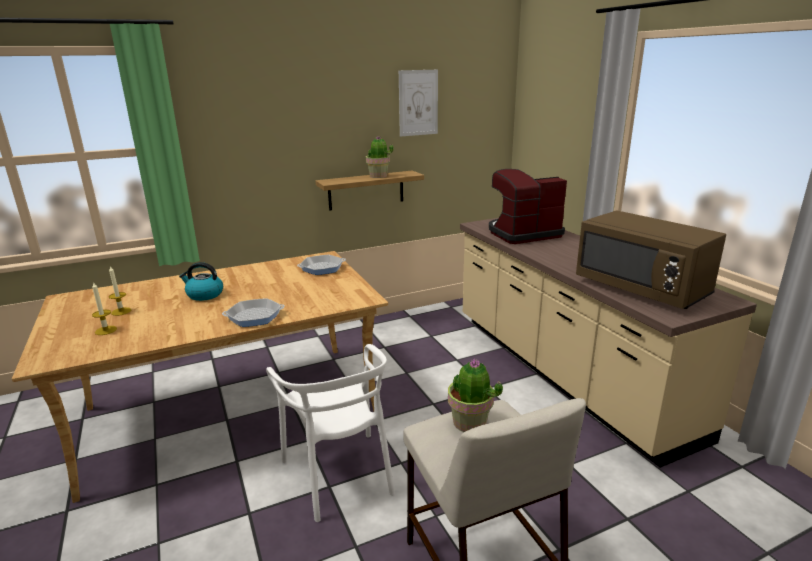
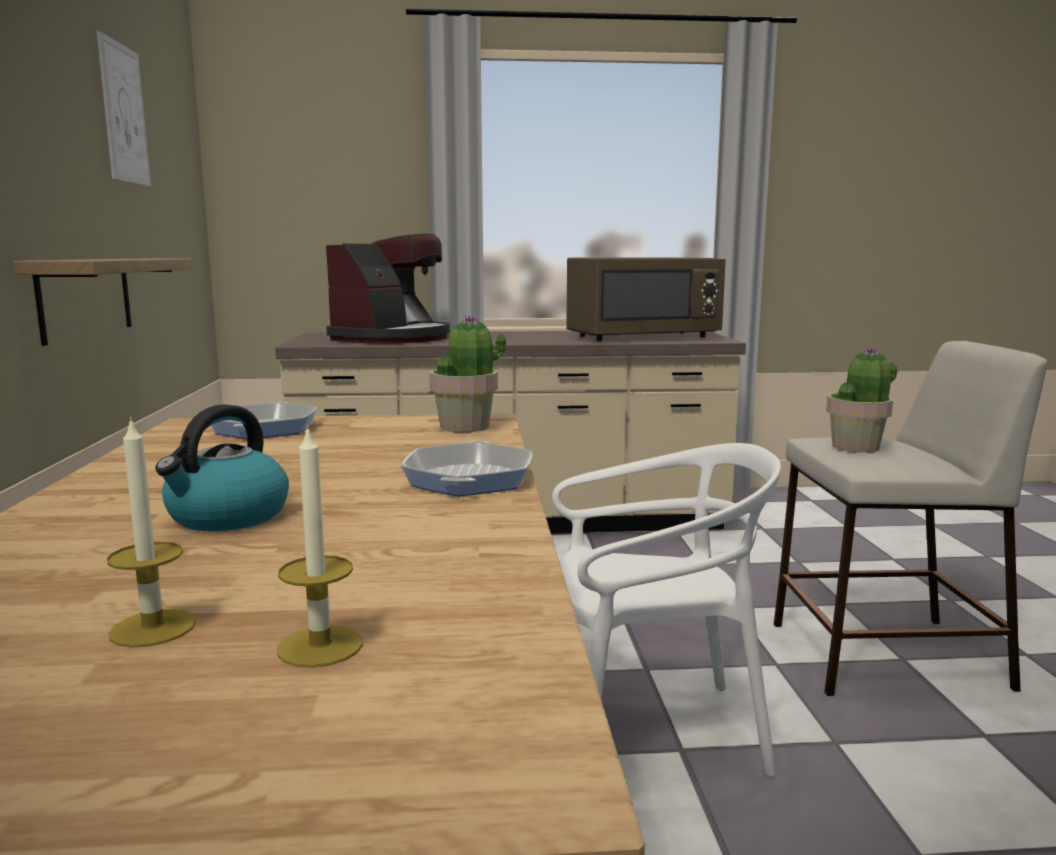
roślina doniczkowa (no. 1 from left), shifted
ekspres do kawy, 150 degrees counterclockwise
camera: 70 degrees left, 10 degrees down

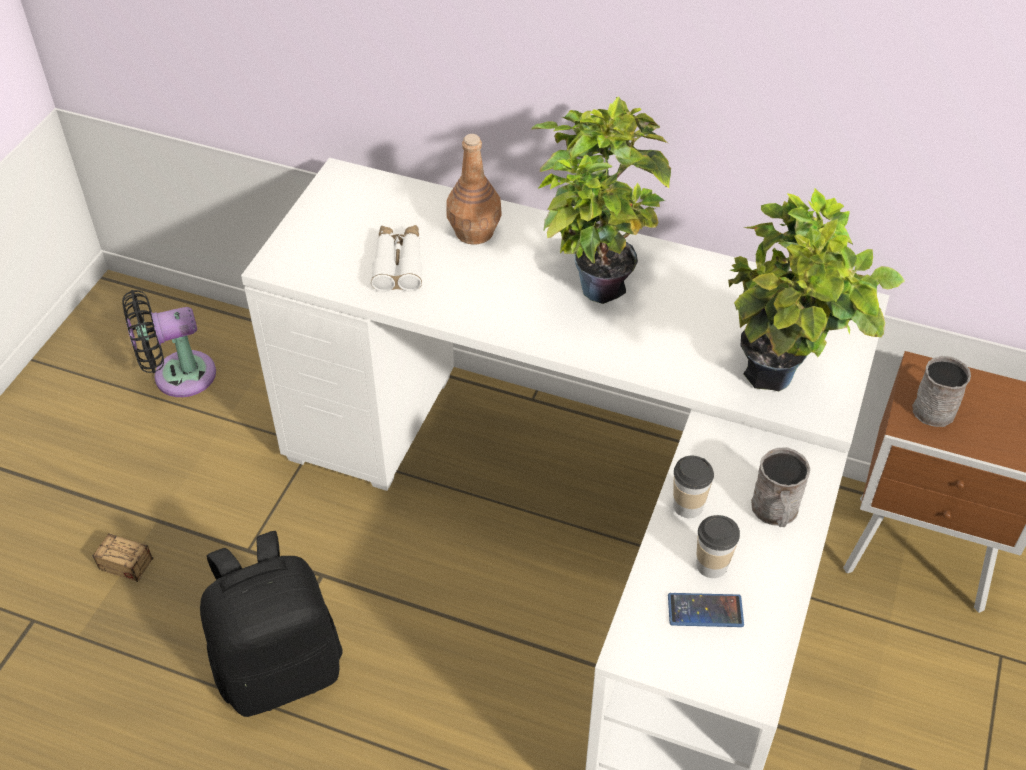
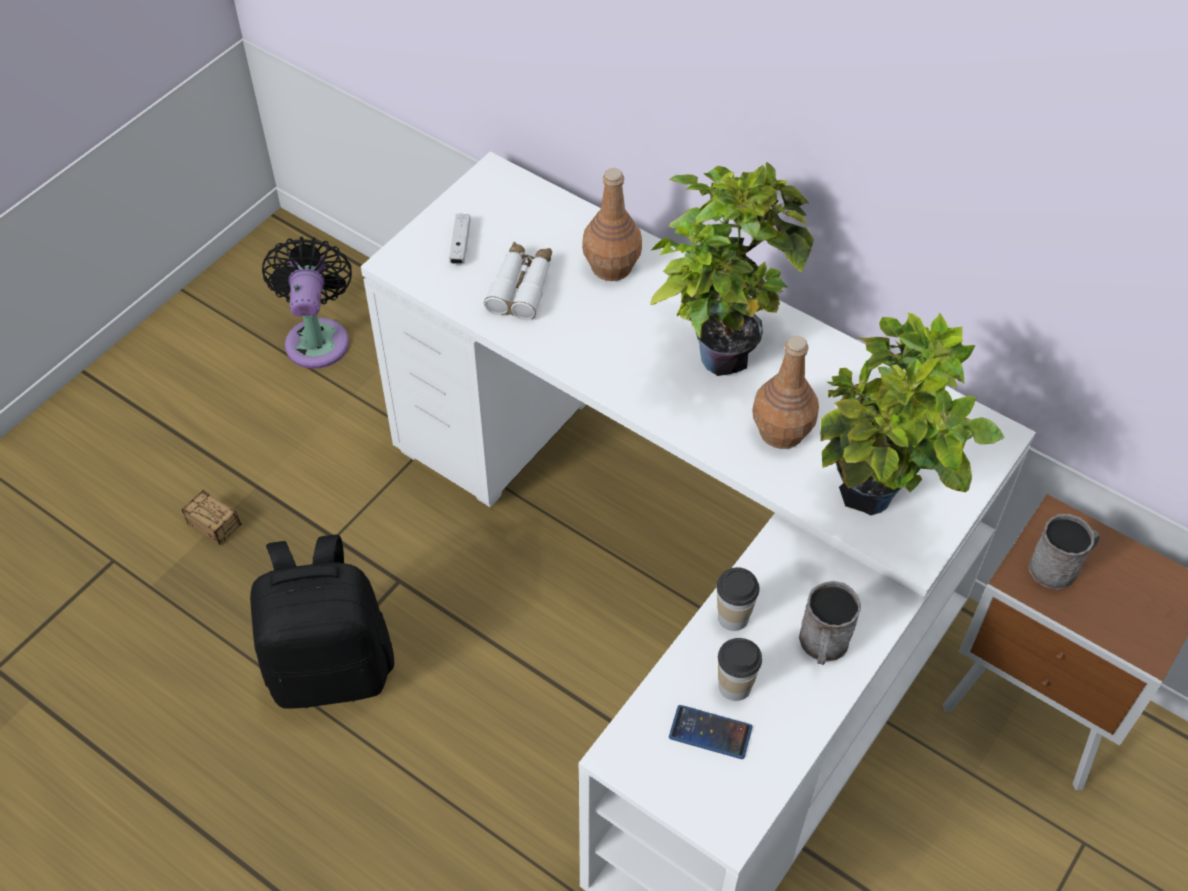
none -> pad do gier/biały
none -> butelka/brązowy (no. 2 from left)
wentylator/czarny, 90 degrees clockwise
camera: 15 degrees right, 5 degrees up

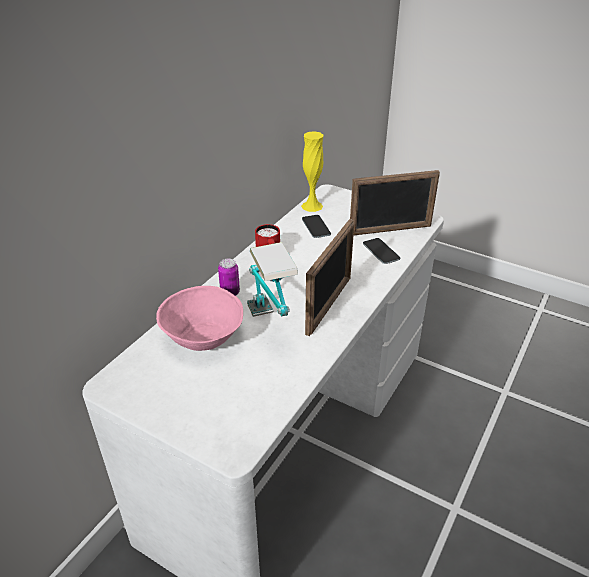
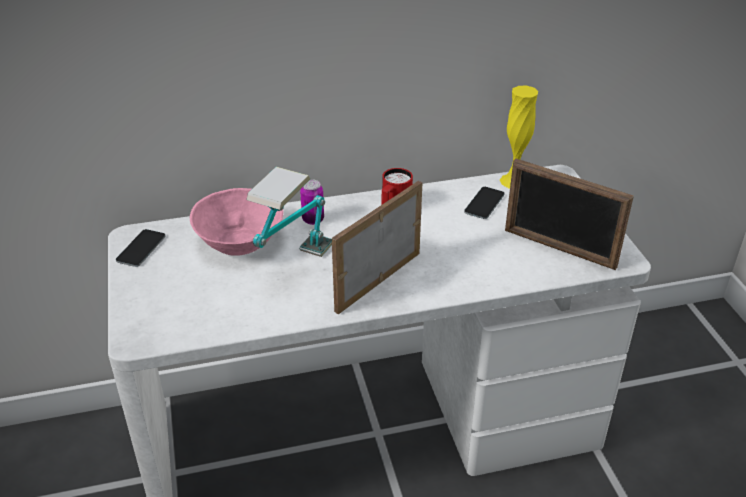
telefon (no. 2 from left in the first image) -> telefon (no. 1 from left), shifted
ramka na zdjęcie (no. 1 from left), 150 degrees clockwise
camera: 45 degrees right, 0 degrees up

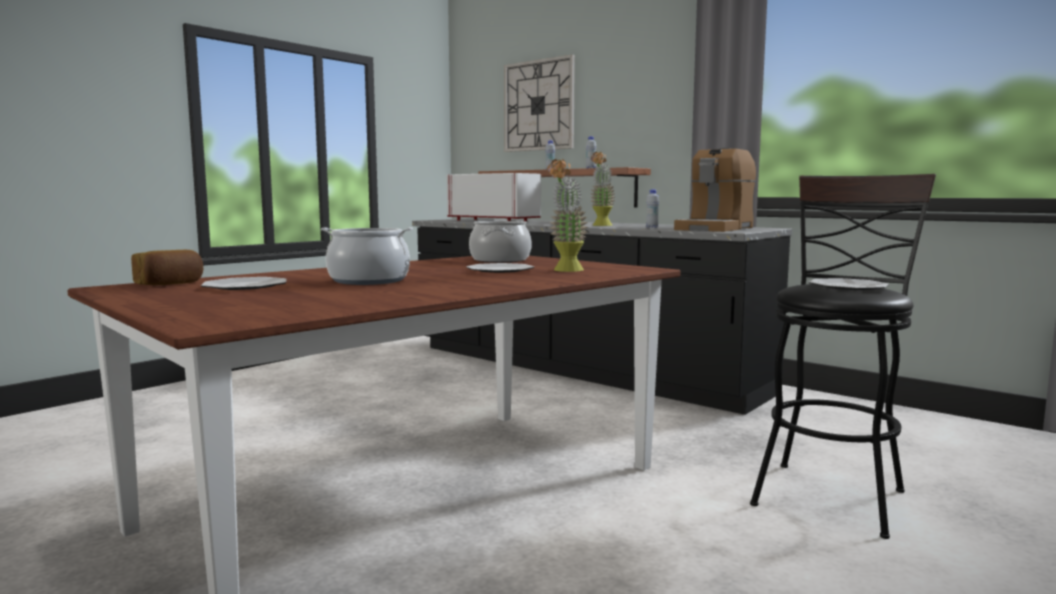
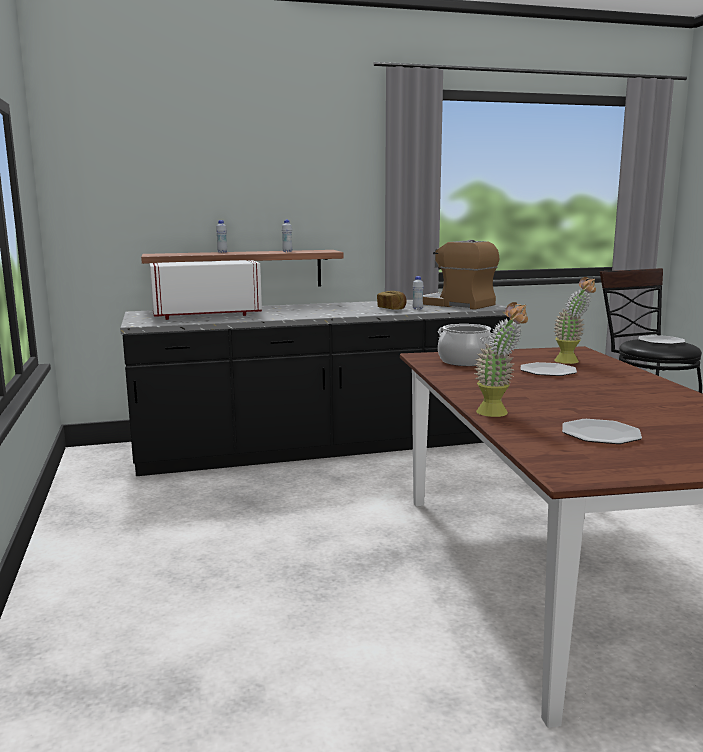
garnek (no. 1 from left) -> none
zegar ścienny -> none
chleb, shifted
roślina doniczkowa (no. 2 from left in the first image) -> roślina doniczkowa (no. 1 from left), shifted
ekspres do kawy, 150 degrees clockwise
camera: 55 degrees left, 5 degrees up

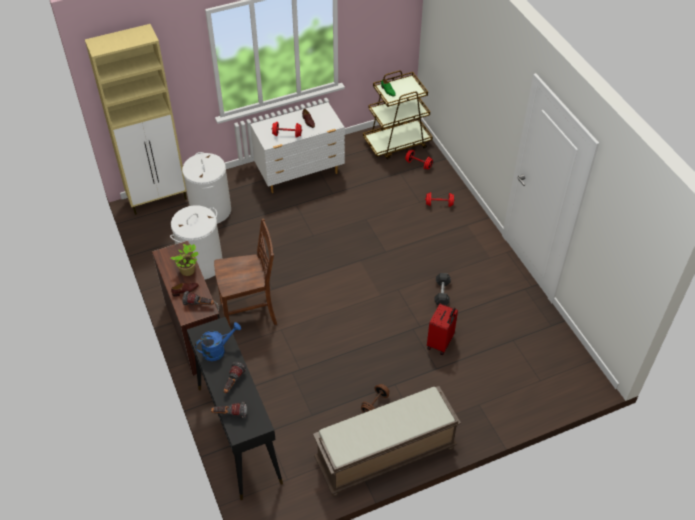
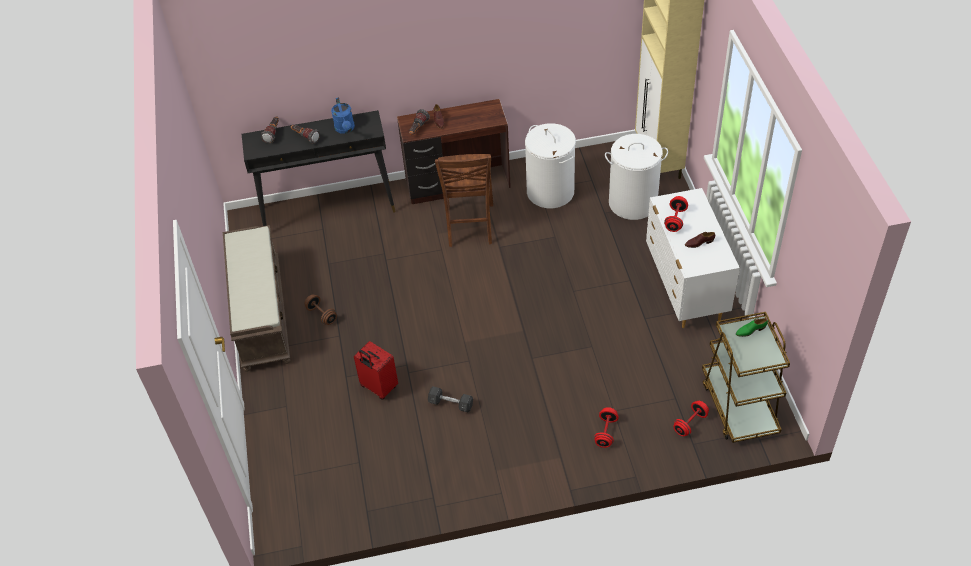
roślina doniczkowa -> none
camera: 105 degrees right, 0 degrees up

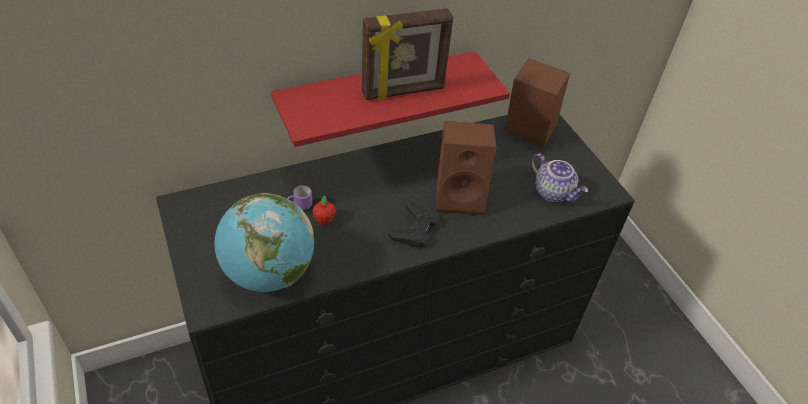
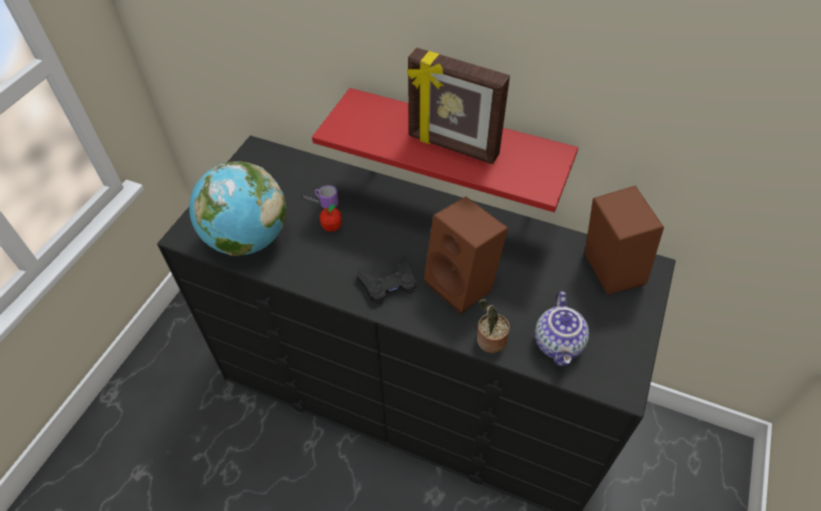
none -> roślina doniczkowa
camera: 50 degrees right, 5 degrees up

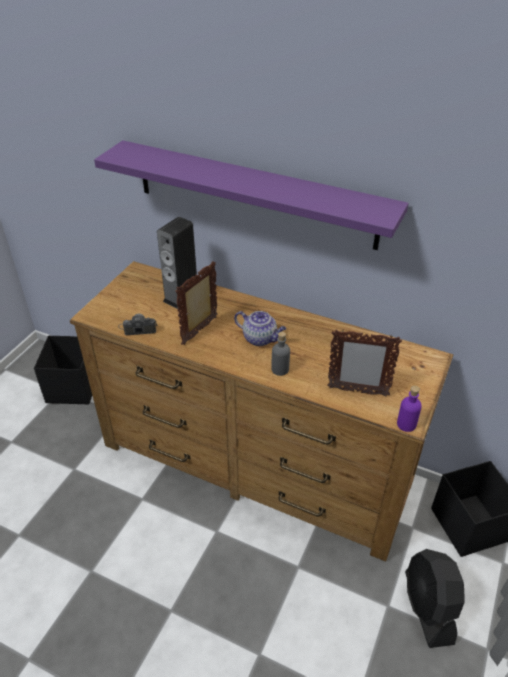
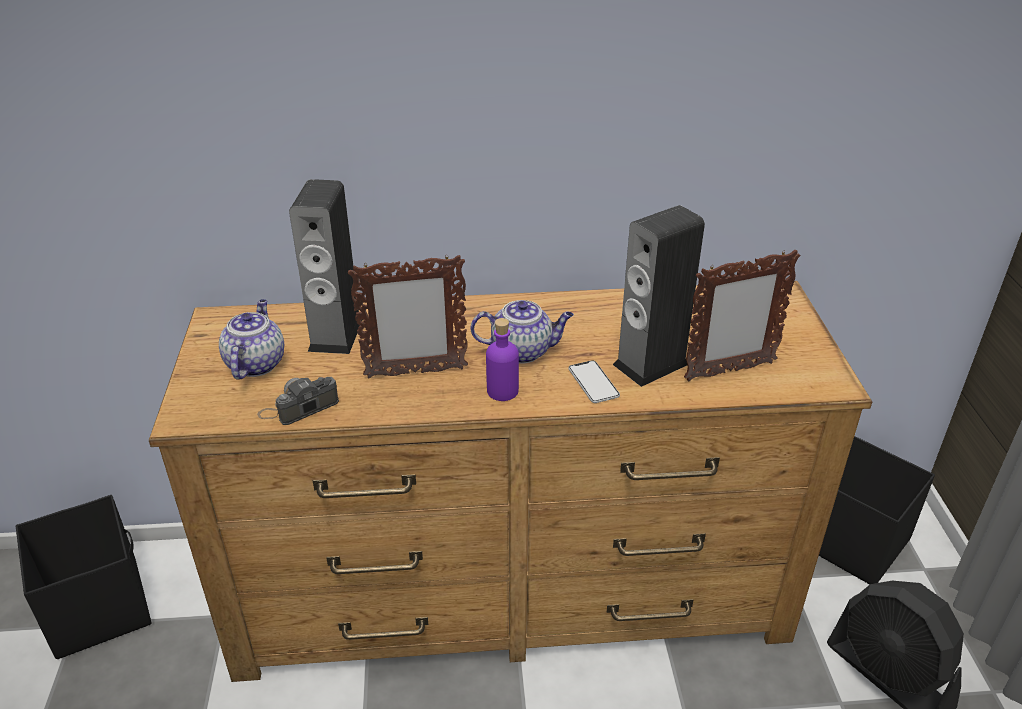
półka/fioletowy -> none
none -> imbryk (no. 1 from left)
none -> głośnik (no. 2 from left)
butelka/fioletowy, shifted
butelka/szary -> telefon
ramka na zdjęcie (no. 1 from left), 105 degrees counterclockwise
camera: 30 degrees left, 5 degrees down

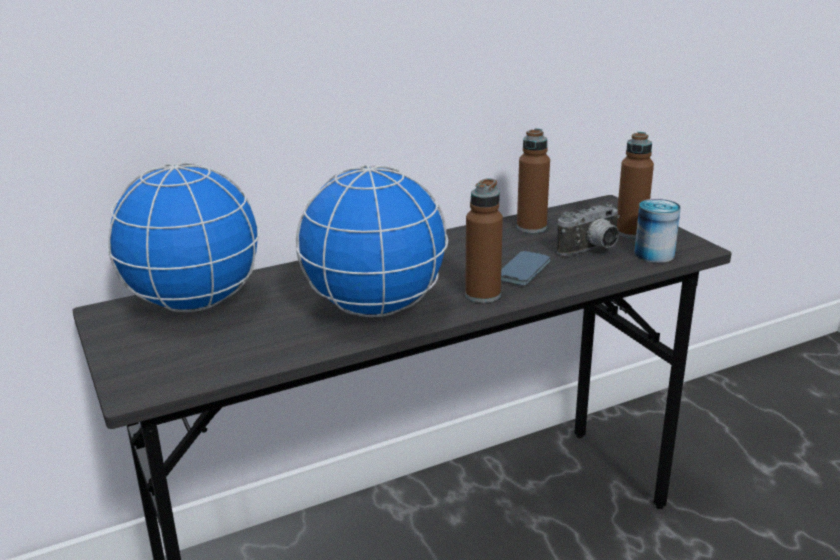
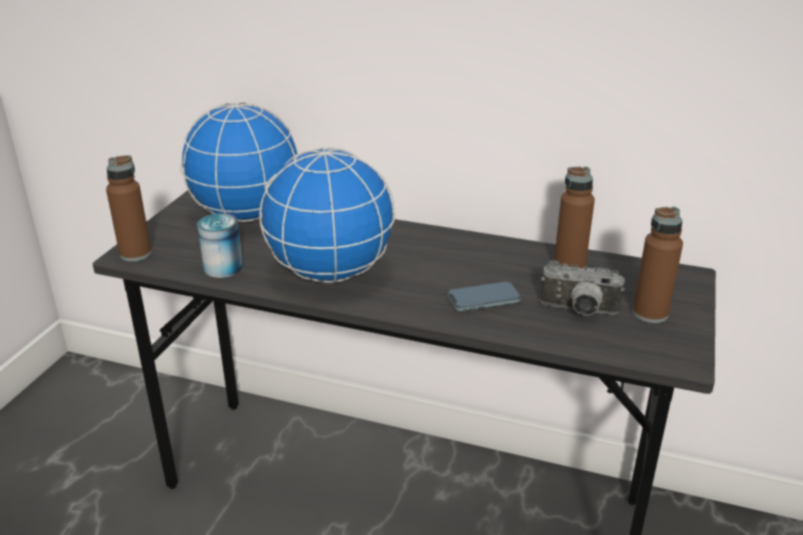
butelka/brązowy (no. 1 from left), shifted
puszka, shifted
camera: 45 degrees right, 5 degrees up

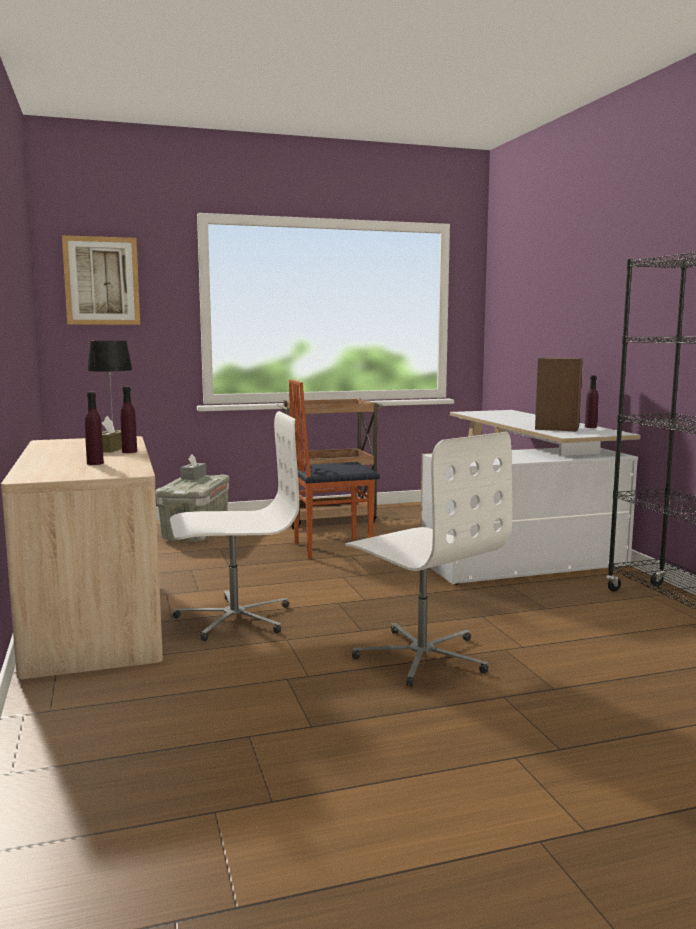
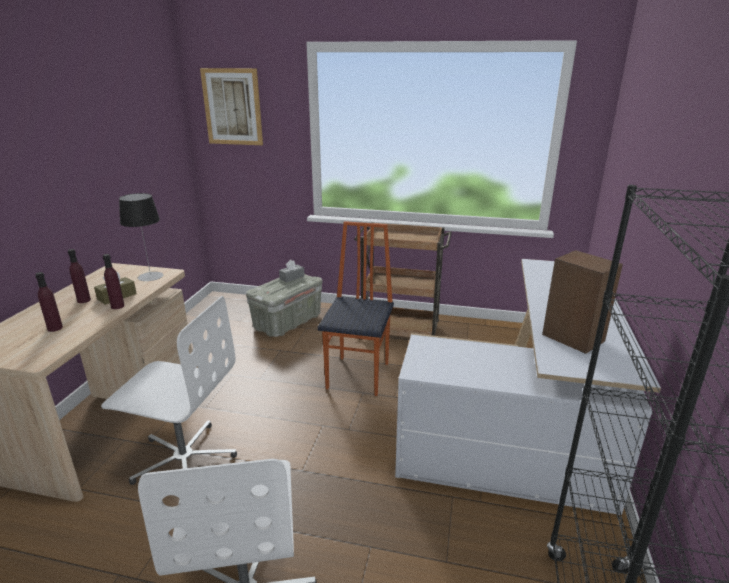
butelka/fioletowy (no. 3 from left in the first image) -> butelka/fioletowy (no. 2 from left), shifted
krzesło, 90 degrees clockwise
camera: 30 degrees right, 15 degrees up

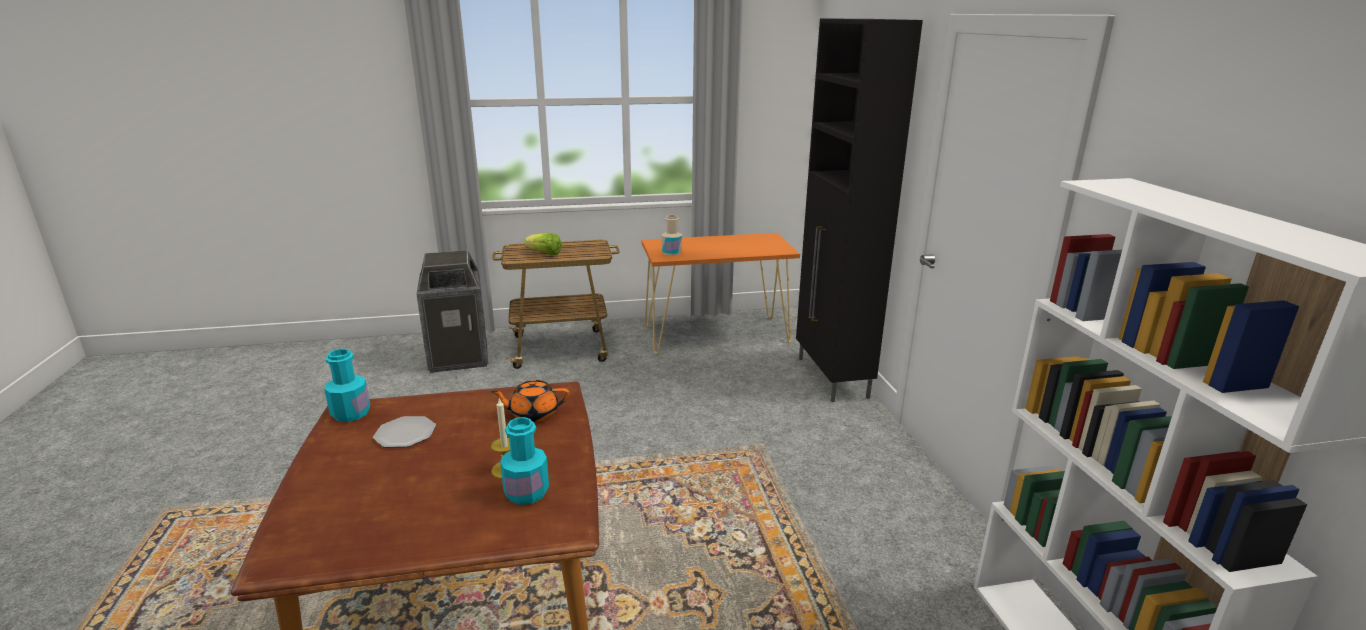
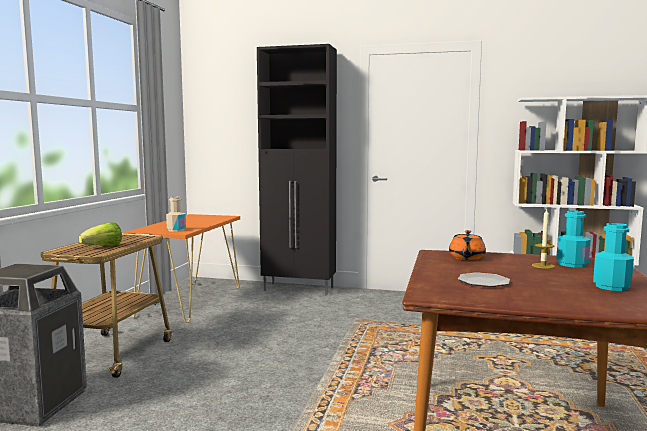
butelka/turkusowy (no. 1 from left in the first image) -> butelka/turkusowy (no. 2 from left), shifted
camera: 65 degrees left, 15 degrees down

